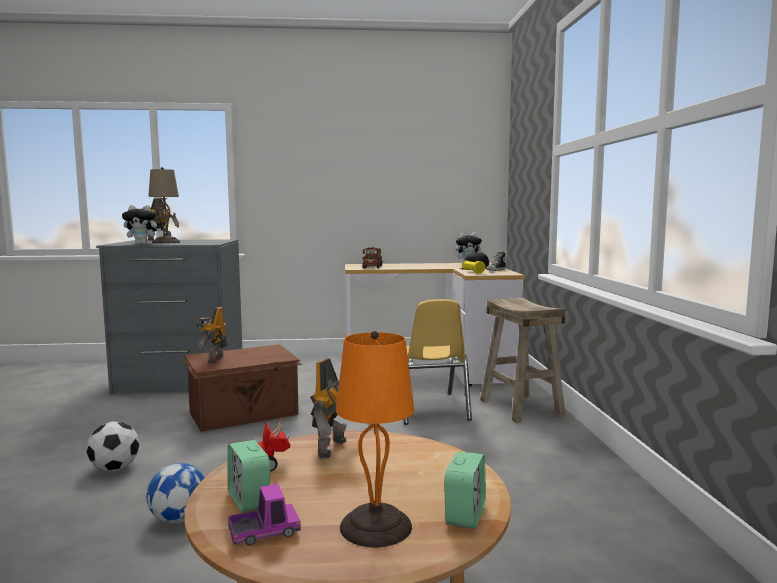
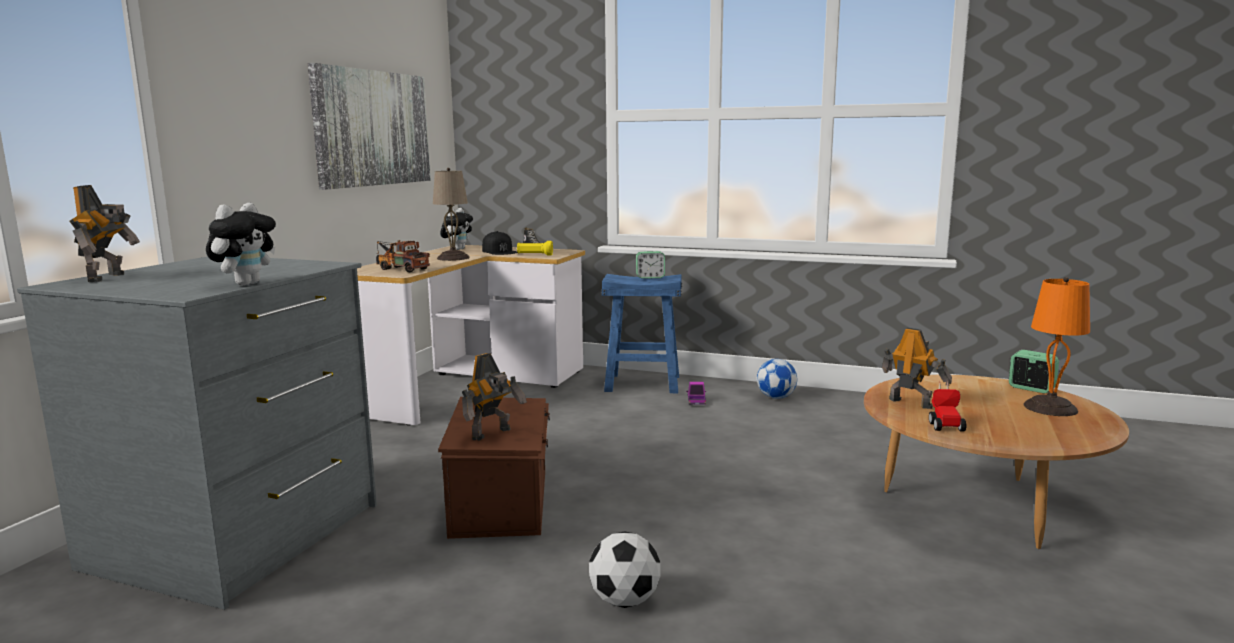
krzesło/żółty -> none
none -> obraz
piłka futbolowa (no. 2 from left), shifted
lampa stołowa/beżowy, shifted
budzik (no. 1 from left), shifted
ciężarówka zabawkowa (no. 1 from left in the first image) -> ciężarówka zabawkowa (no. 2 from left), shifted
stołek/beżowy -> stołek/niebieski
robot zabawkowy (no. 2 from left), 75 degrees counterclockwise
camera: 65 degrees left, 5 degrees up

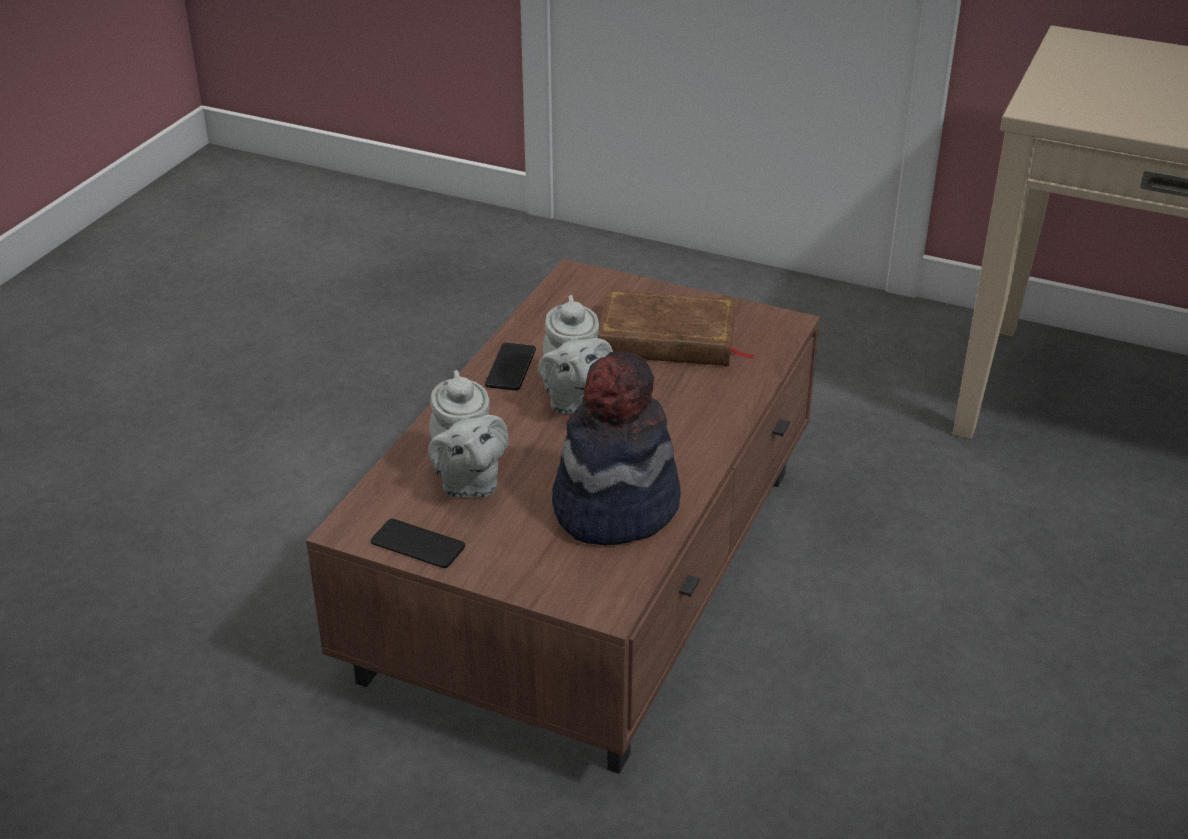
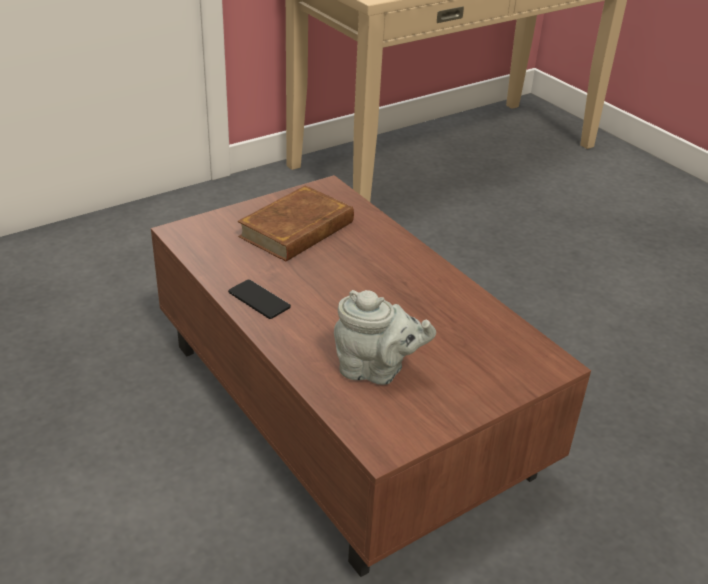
telefon (no. 1 from left) -> none
imbryk/szary (no. 2 from left) -> none
kapelusz -> none
camera: 60 degrees left, 0 degrees up

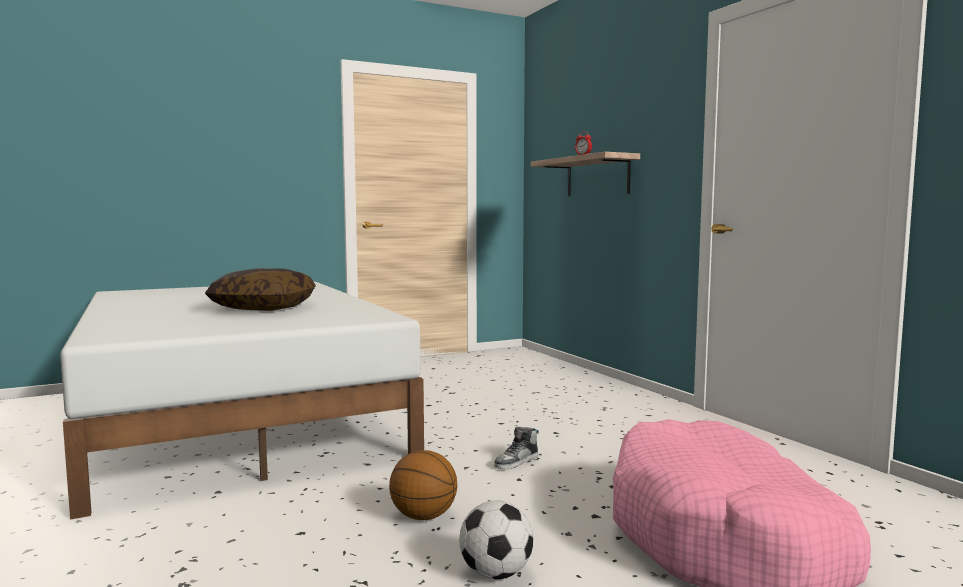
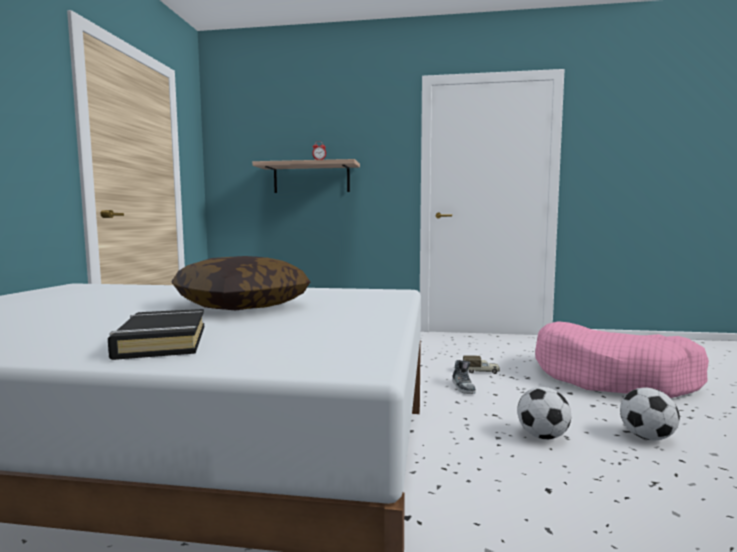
none -> książka/czarny
none -> ciężarówka zabawkowa
piłka do koszykówki -> piłka futbolowa (no. 1 from left)
camera: 55 degrees left, 0 degrees up

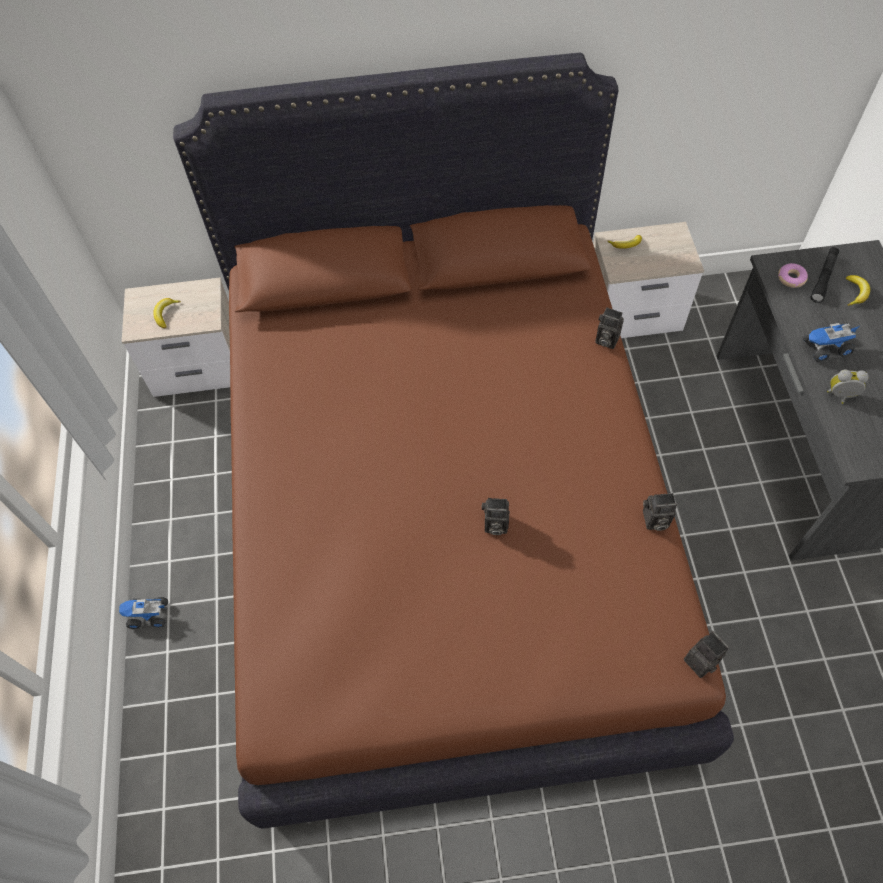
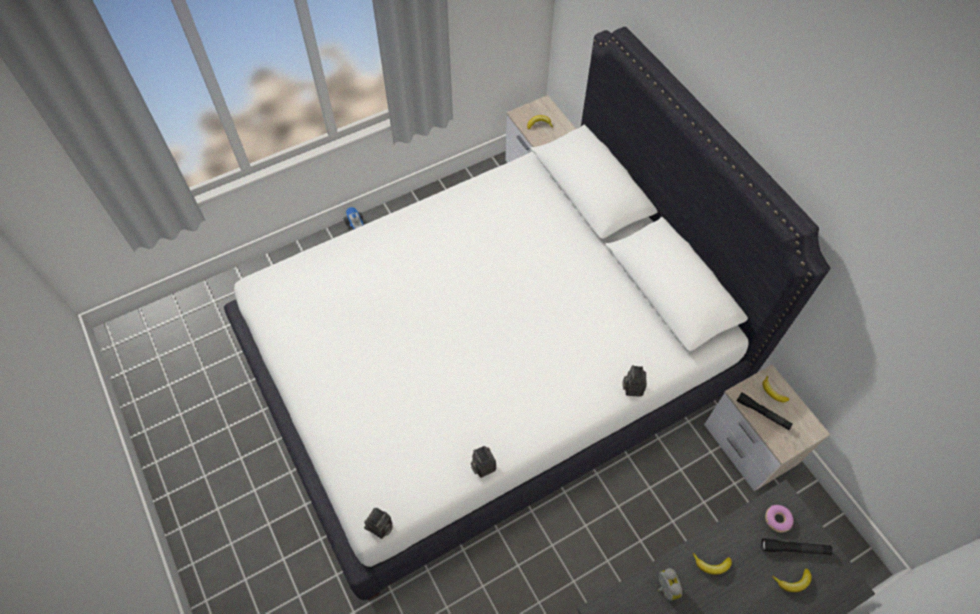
aparat fotograficzny (no. 1 from left) -> none
none -> latarka/czarny (no. 1 from left)
ciężarówka zabawkowa (no. 2 from left) -> banan (no. 2 from left)
łóżko/brązowy -> łóżko/biały
camera: 65 degrees right, 0 degrees up

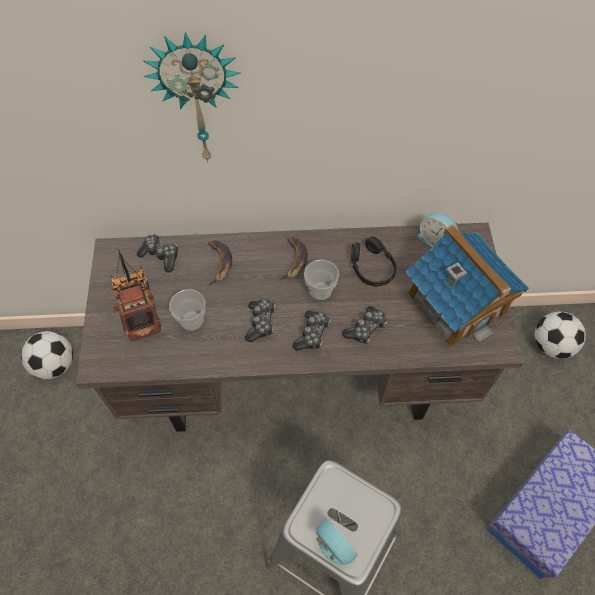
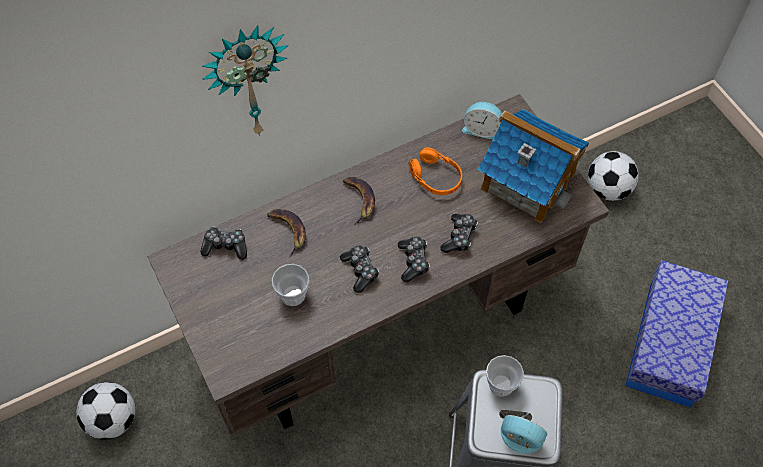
ciężarówka zabawkowa -> none
filiżanka (no. 2 from left), shifted
słuchawki/czarny -> słuchawki/pomarańczowy
camera: 25 degrees left, 0 degrees up

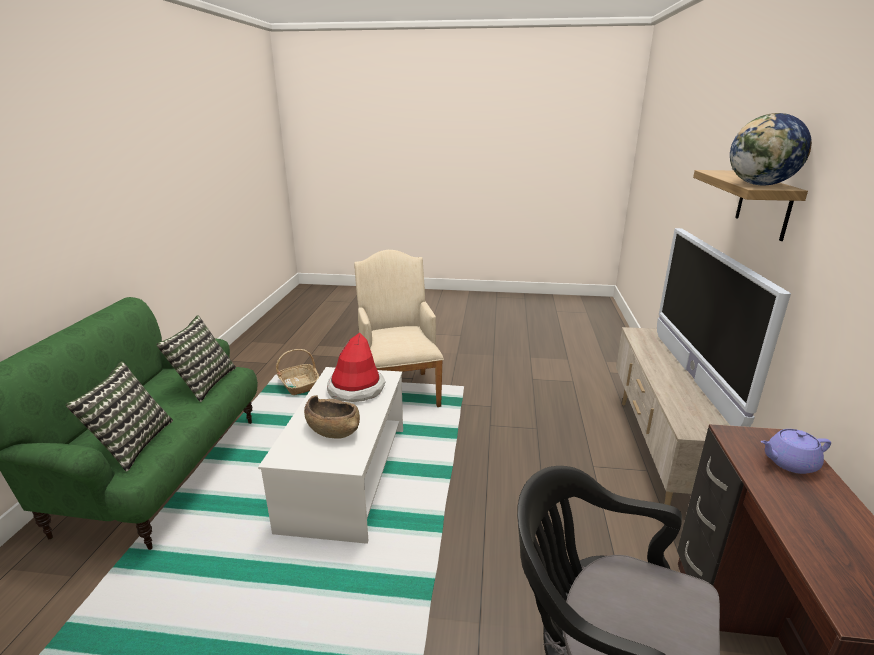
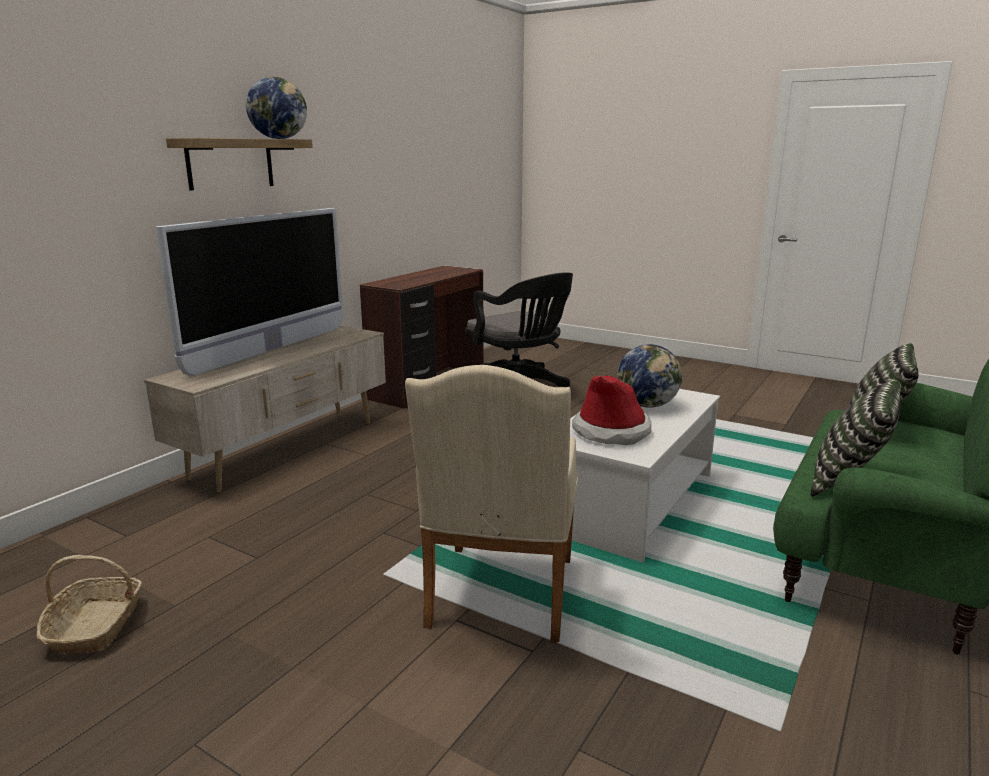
imbryk/fioletowy -> none
koszyk, shifted
miska/brązowy -> globus (no. 2 from left)
camera: 155 degrees left, 5 degrees down

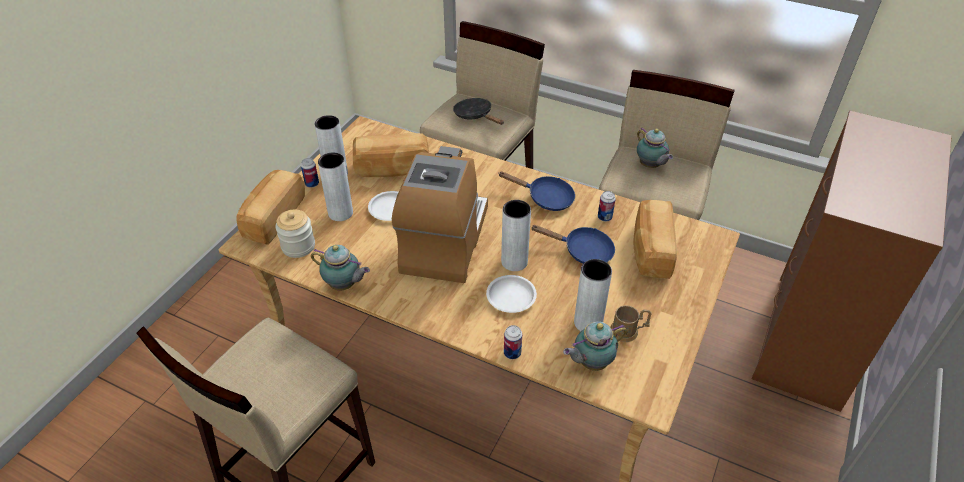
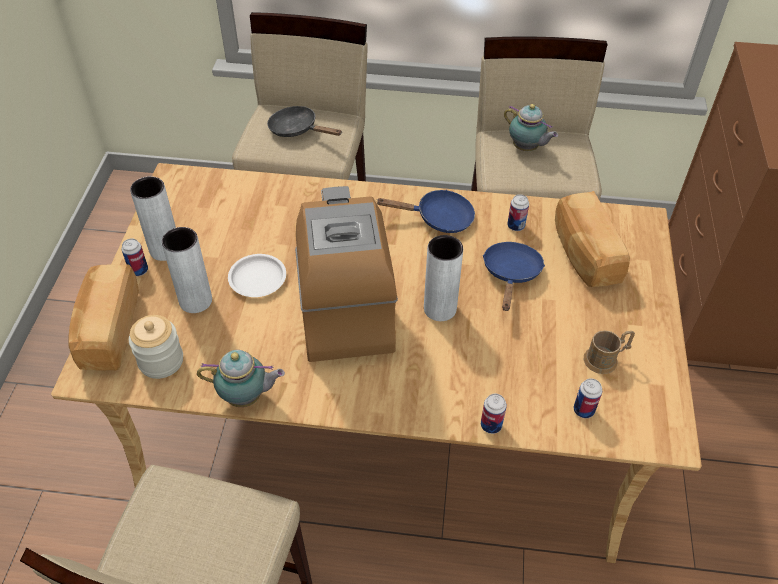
chleb (no. 2 from left) -> none
talerz/biały (no. 2 from left) -> none
wazon/szary (no. 4 from left) -> none
imbryk (no. 2 from left) -> puszka (no. 4 from left)
patelnia/niebieski (no. 2 from left), 75 degrees counterclockwise
camera: 20 degrees left, 5 degrees up

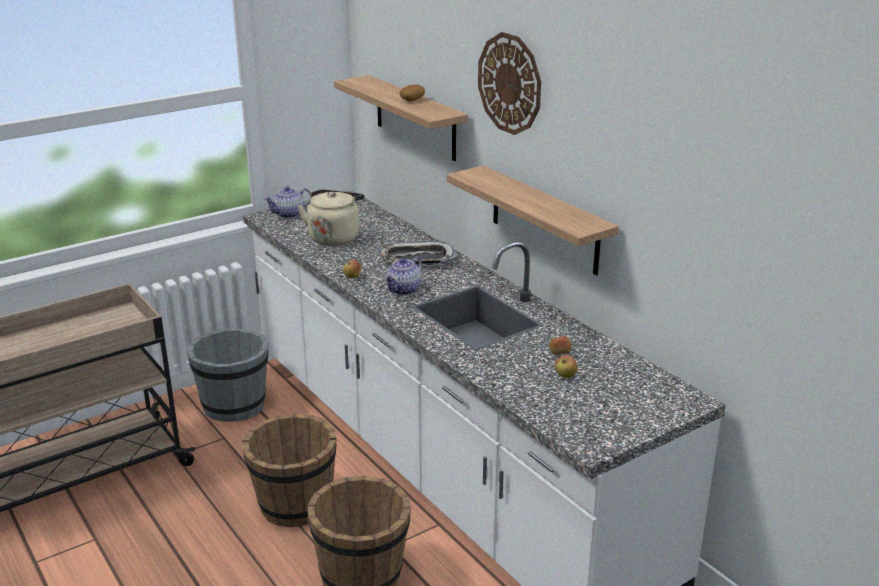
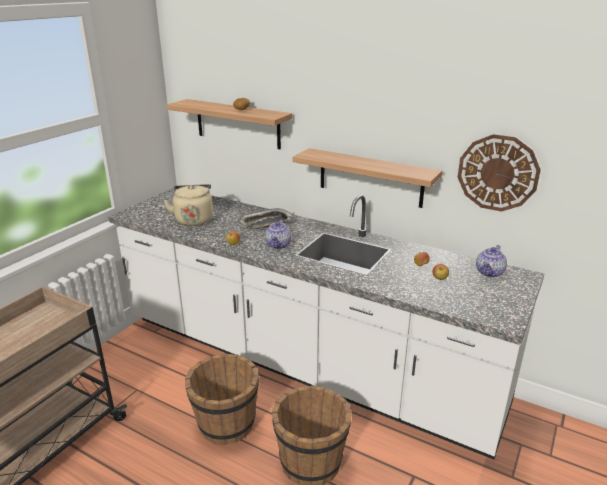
wiadro/szary -> none
imbryk (no. 1 from left in the first image) -> imbryk (no. 2 from left), shifted
zegar ścienny, shifted
camera: 25 degrees left, 0 degrees up

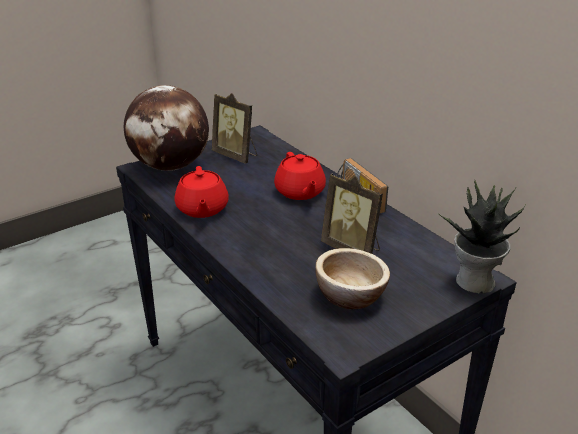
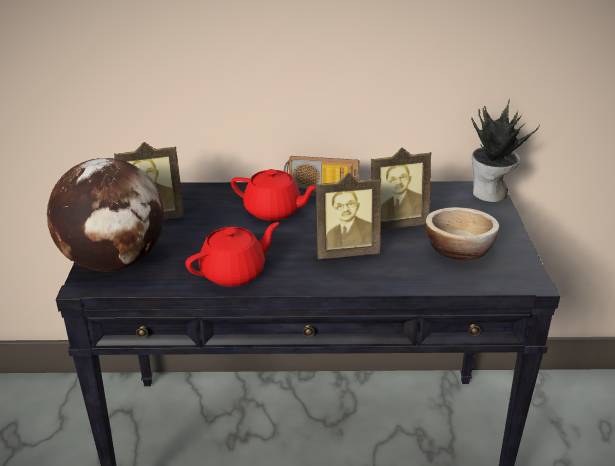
none -> ramka na zdjęcie (no. 2 from left)
imbryk/czerwony (no. 1 from left), 60 degrees counterclockwise
camera: 55 degrees left, 0 degrees up

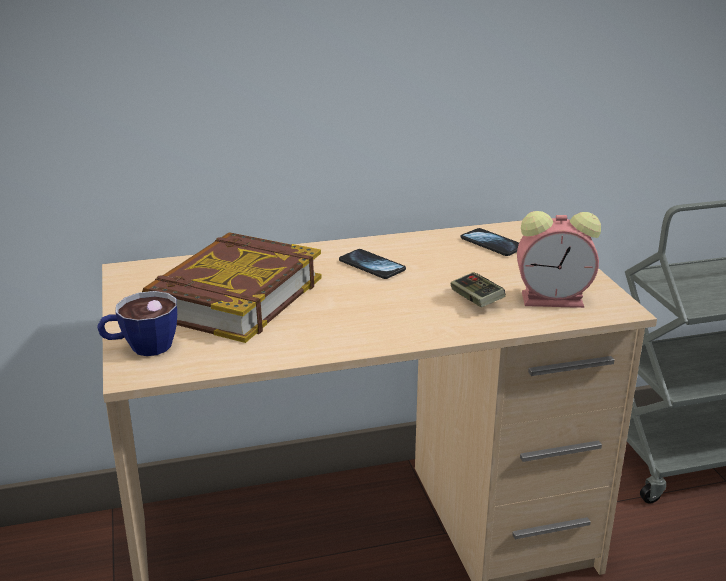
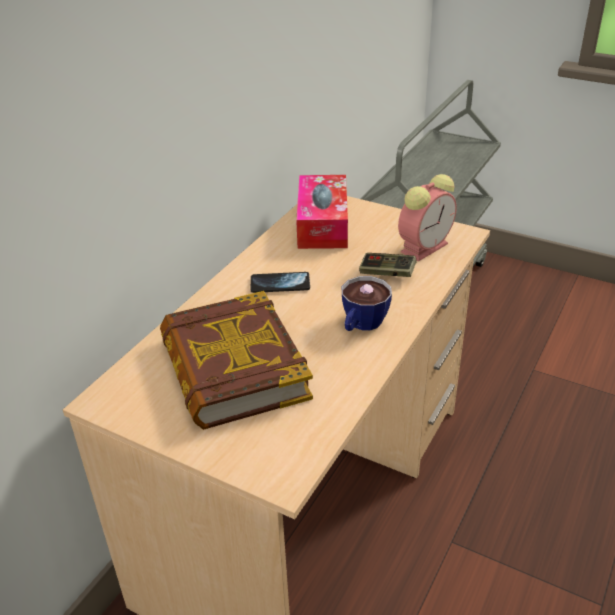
filiżanka, shifted
telefon (no. 2 from left) -> pudełko chusteczek
camera: 45 degrees left, 10 degrees up

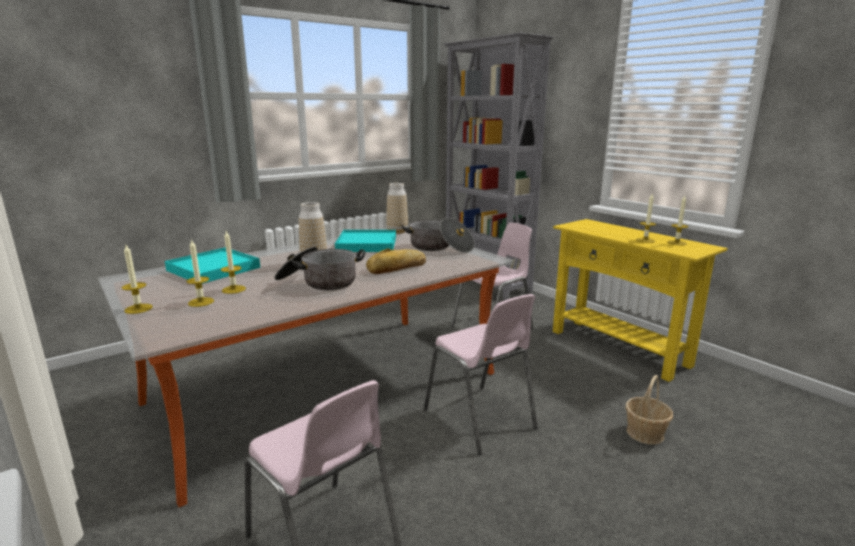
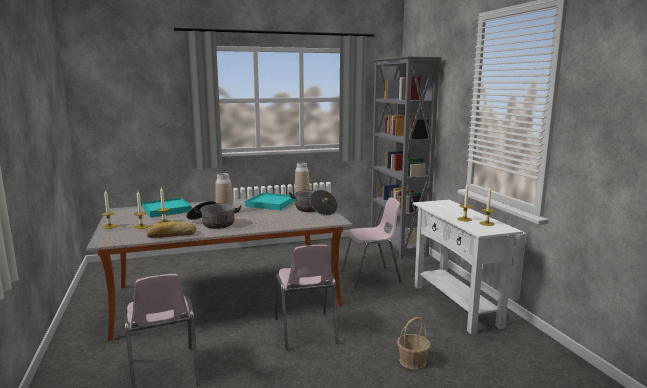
chleb, shifted
stolik konsolowy/żółty -> stolik konsolowy/biały
camera: 20 degrees right, 5 degrees down

